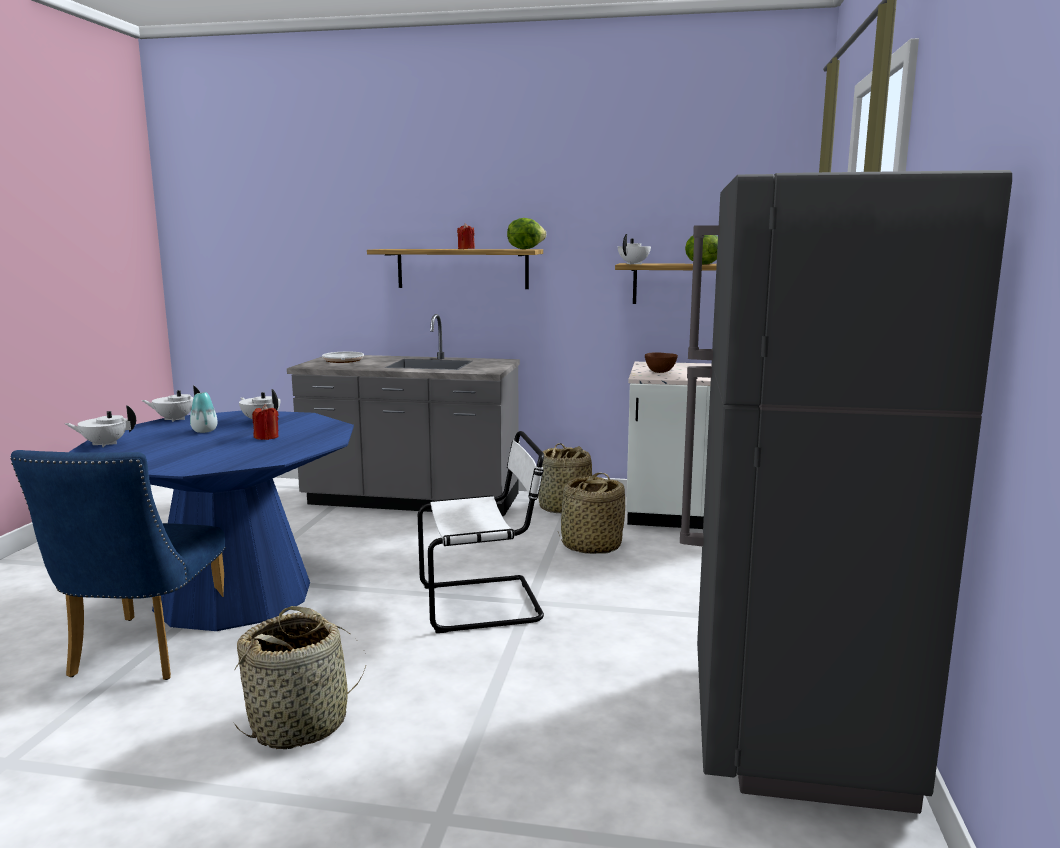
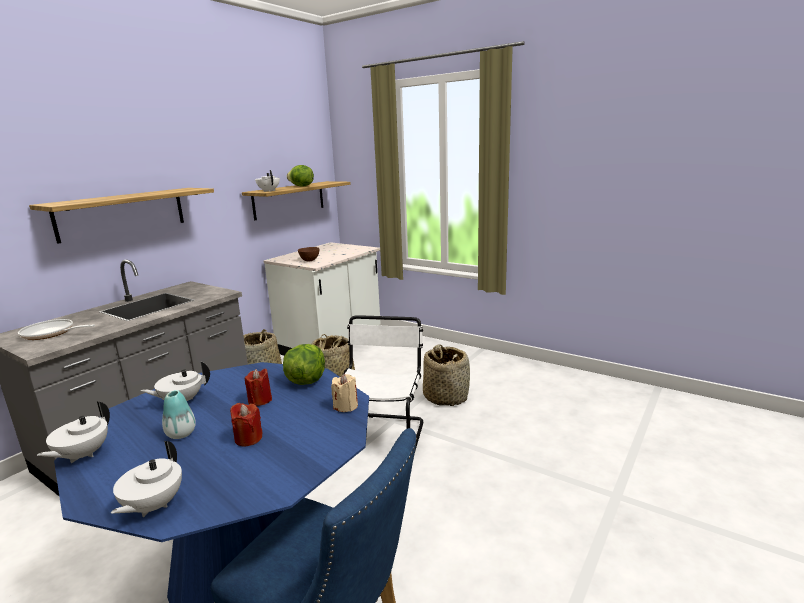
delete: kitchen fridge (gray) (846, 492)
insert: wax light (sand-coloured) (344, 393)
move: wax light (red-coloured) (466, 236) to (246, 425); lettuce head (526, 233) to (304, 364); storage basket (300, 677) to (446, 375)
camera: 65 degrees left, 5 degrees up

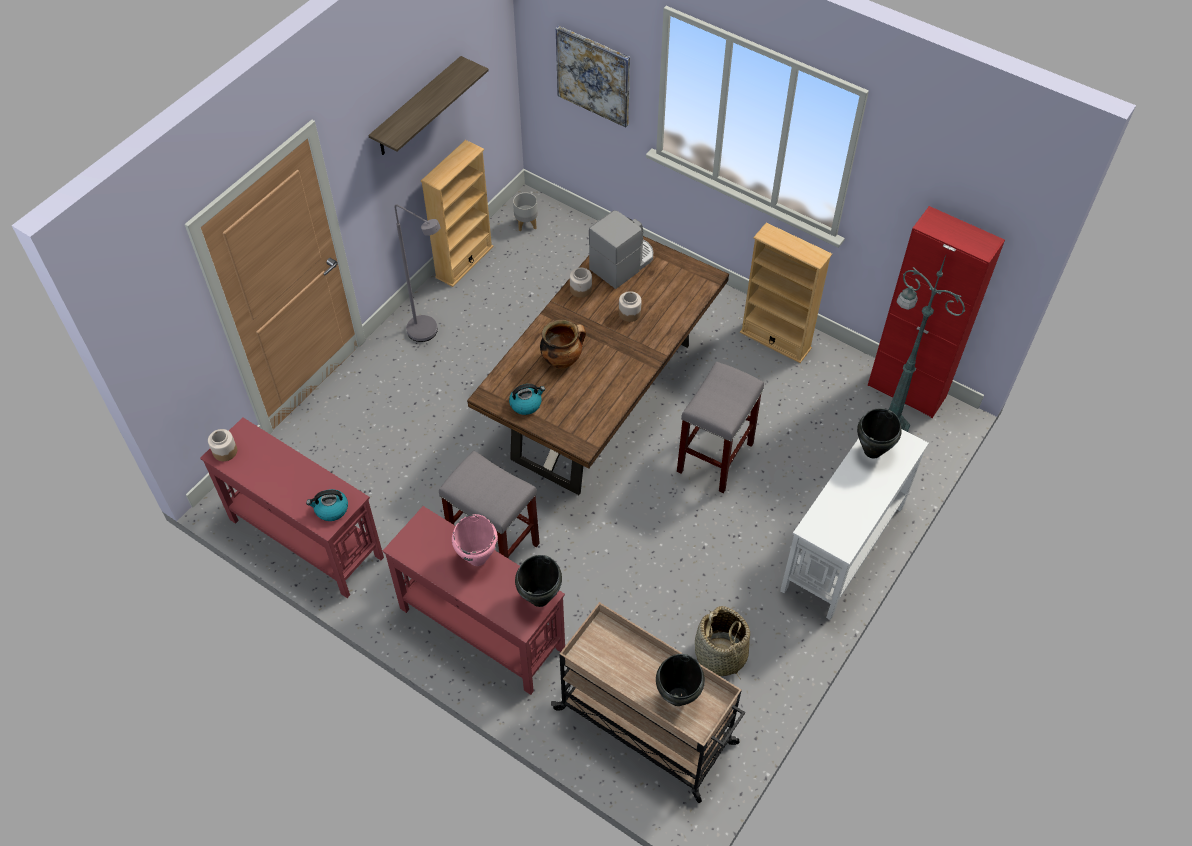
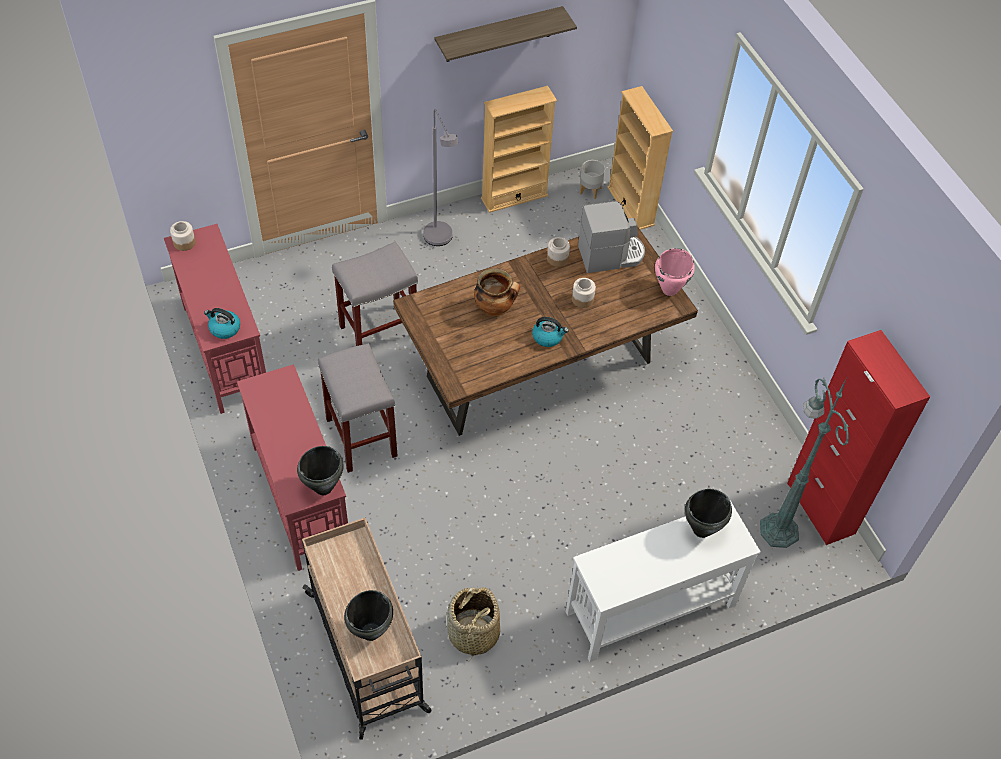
delete: picture (593, 76)
move: sitting stool (gray) (720, 427) to (375, 294); tea kettle (527, 399) to (550, 332); bookcase (sand-coloured) (786, 293) to (640, 158); stockpot (pink) (475, 540) to (675, 272)
camera: 30 degrees right, 0 degrees up

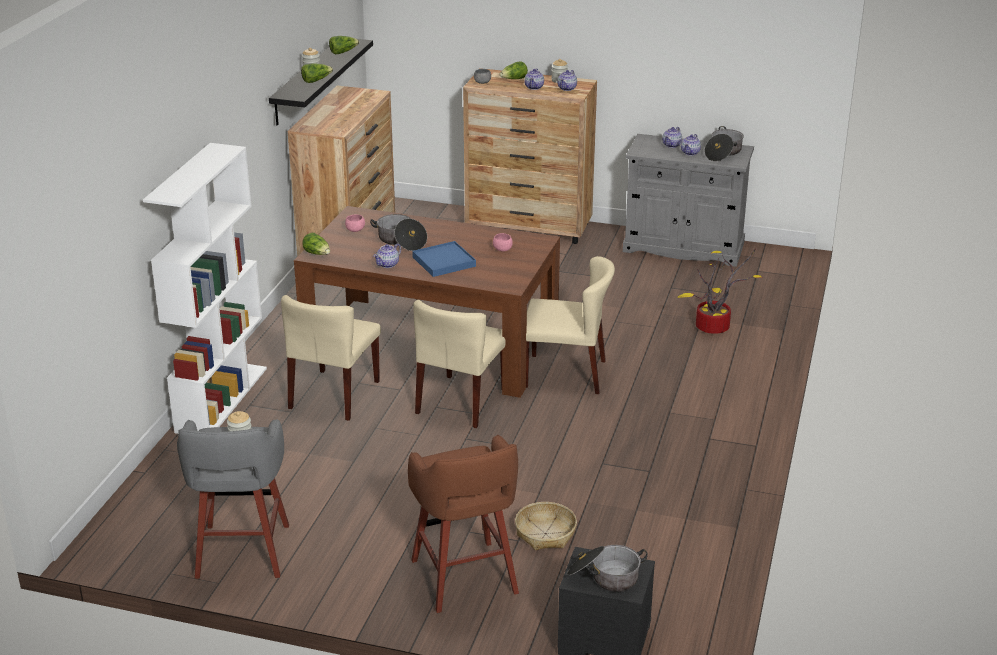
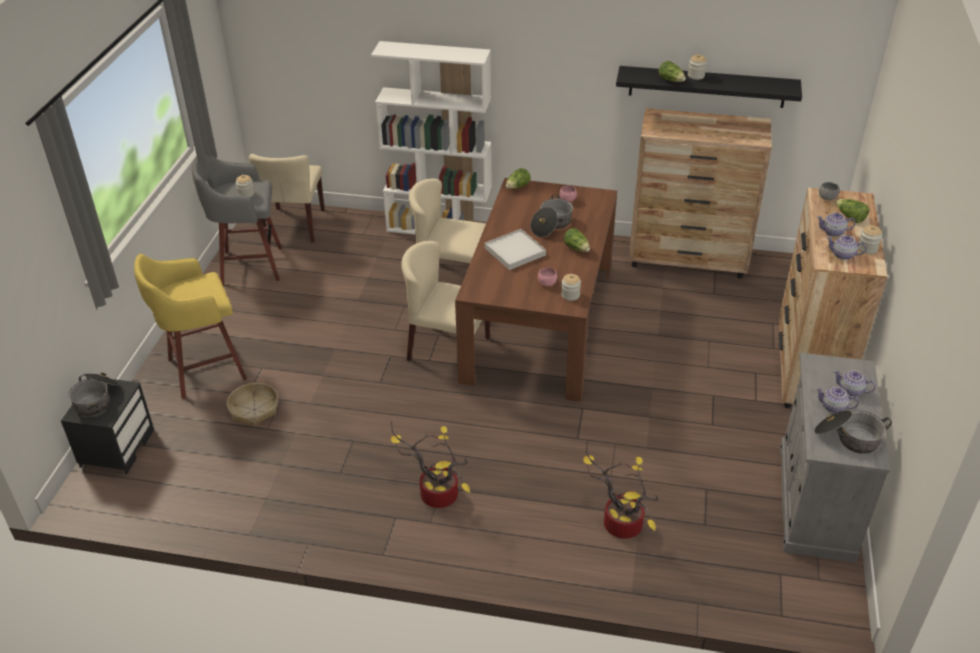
delete: pot for tea (387, 255)
insert: houseplant (430, 464); jar (571, 287)
move: plain chair (sand-coloured) (570, 325) to (287, 198); lettuce head (344, 45) to (577, 240)
recolor: sitting stool (brown) (463, 524) to sitting stool (yellow-coloured) (190, 326); carrying tray (bluish) (444, 259) to carrying tray (white-coloured) (515, 249)
camera: 85 degrees right, 10 degrees up

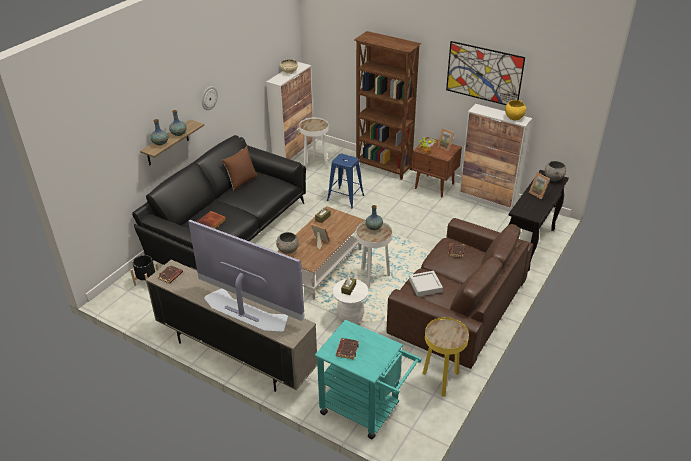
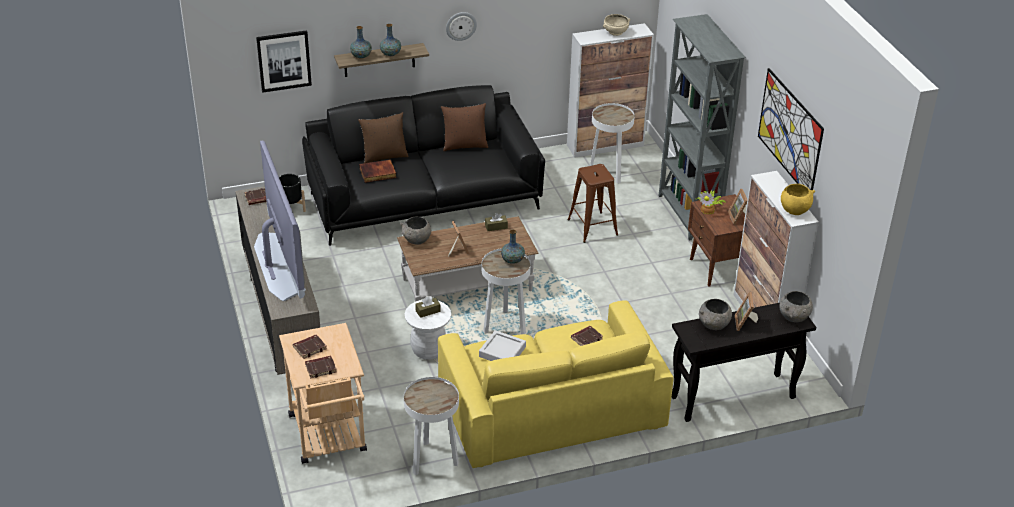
insert: picture (284, 61); volume (brown) (321, 367); cushion (brown) (383, 137); serving bowl (gray) (715, 314)
recolor: trolley (blue-green) (368, 379) to trolley (sand-coloured) (323, 393); accent table (yellow-coloured) (445, 356) to accent table (white-coloured) (431, 426); settee (brown) (459, 293) to settee (yellow-coloured) (556, 384); sitting stool (bluish) (345, 181) to sitting stool (brown) (592, 203); bookcase (brown) (388, 105) to bookcase (gray) (702, 127)
camera: 40 degrees right, 0 degrees up

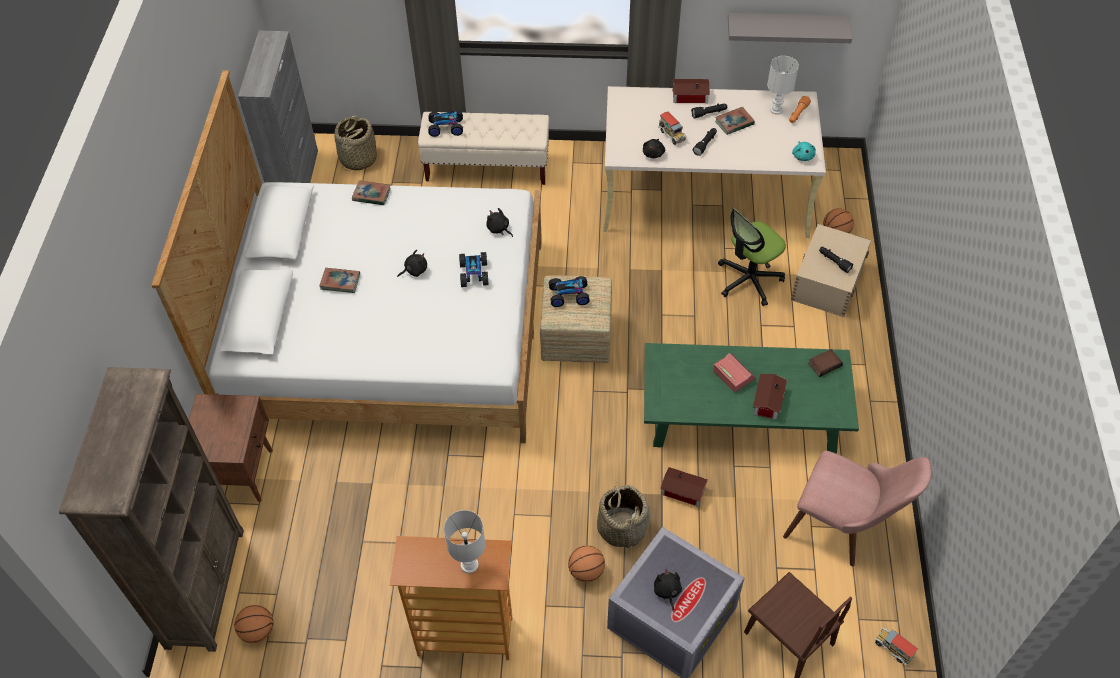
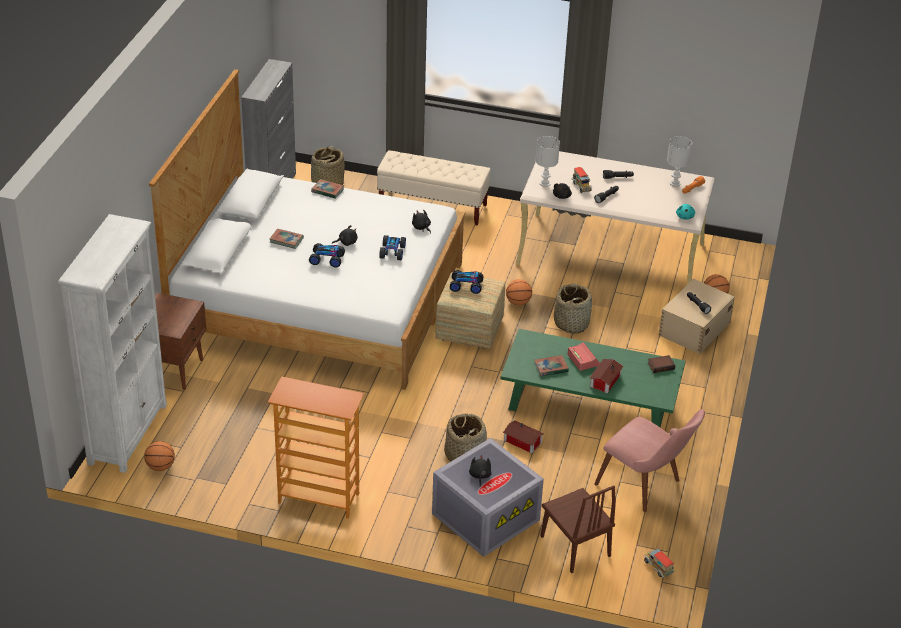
delete: miniature house (691, 91); office chair (752, 256); wall shelf (gray) (790, 28)
insert: storage basket (573, 309)
move: miniature car (445, 124) to (327, 255); ball for basketball (586, 563) to (519, 292); volume (735, 121) to (551, 365); table lamp (white-coloured) (464, 541) to (548, 161)
recolor: bookcase (brown) (151, 509) to bookcase (white-coloured) (112, 343)
camera: 10 degrees right, 15 degrees down

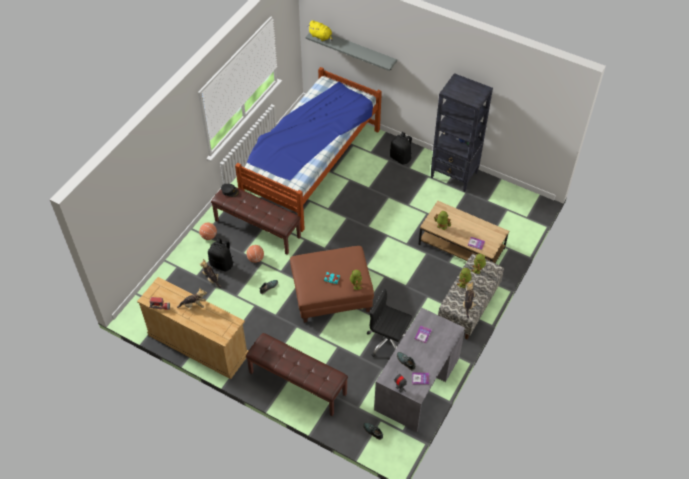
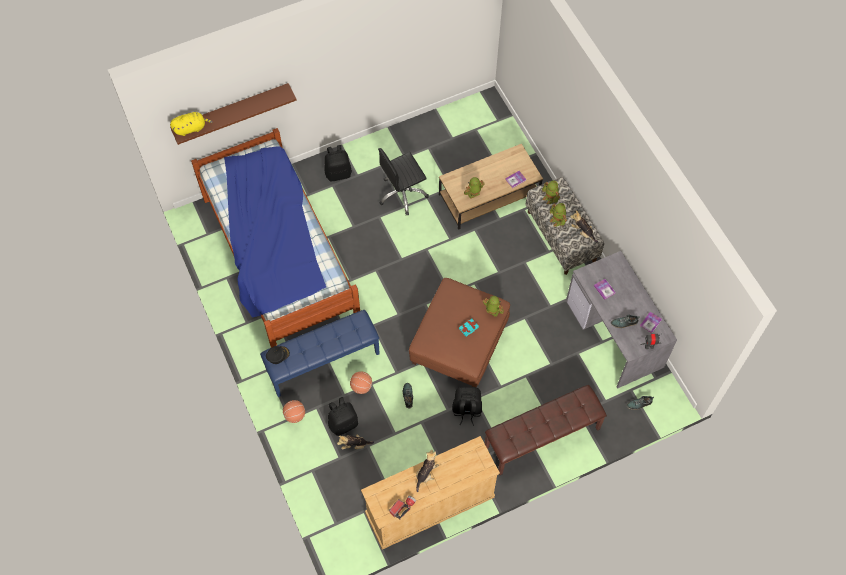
delete: bookcase (black) (462, 132)
insert: rucksack (black) (467, 406)
move: office chair (black) (389, 322) to (403, 181)
recolor: wall shelf (gray) (351, 52) to wall shelf (brown) (233, 114); long seat (brown) (256, 220) to long seat (bluish) (320, 353)
camera: 55 degrees left, 10 degrees up

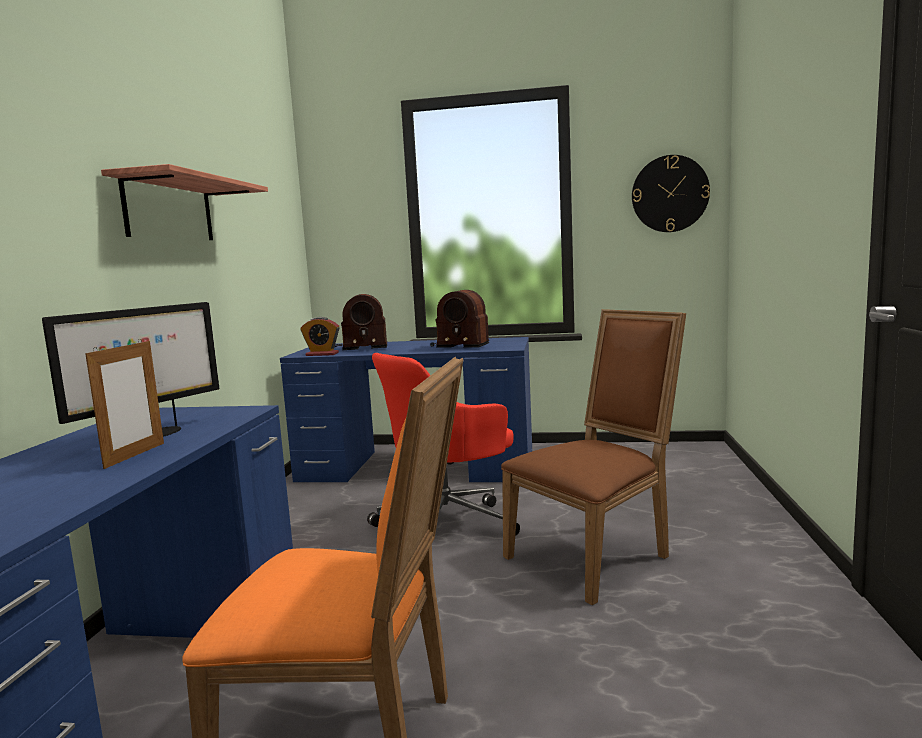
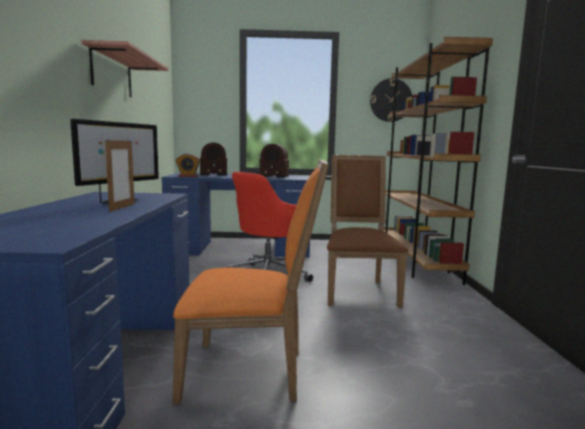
insert: bookcase (brown) (438, 161)
rotate: plain chair (brown) (593, 457) = (367, 231) 45 degrees counterclockwise
camera: 10 degrees left, 0 degrees up

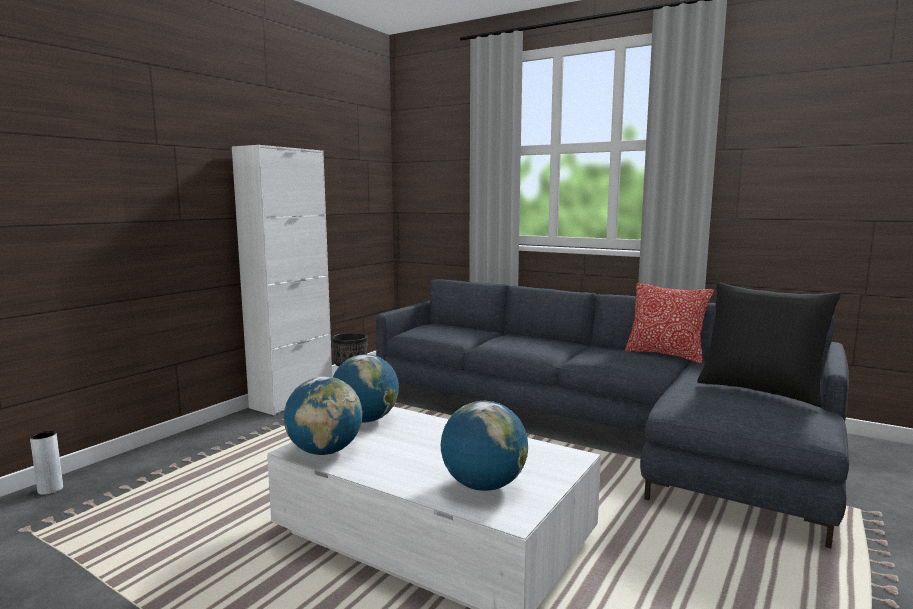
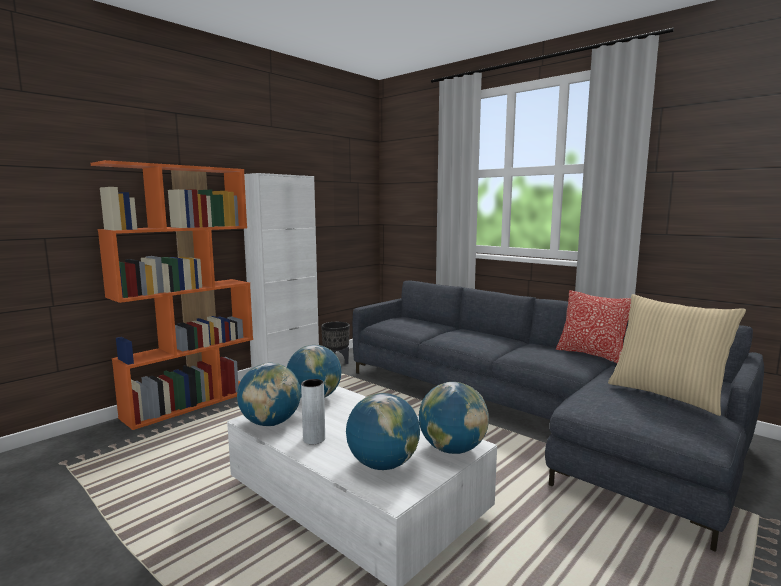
insert: bookcase (orange) (172, 295); globe (454, 418)
move: vase (gray) (46, 463) to (313, 411)
recolor: cushion (black) (769, 344) to cushion (sand-coloured) (677, 355)
camera: 10 degrees right, 0 degrees up

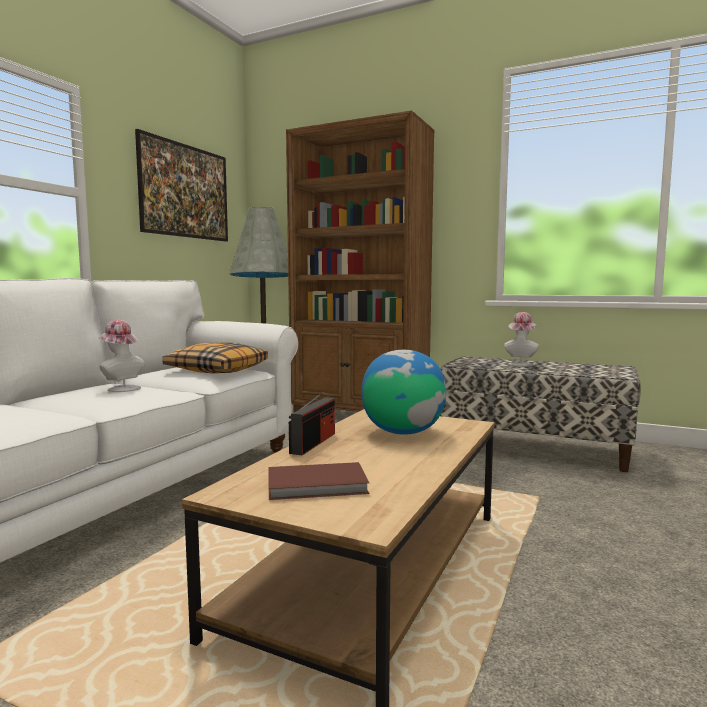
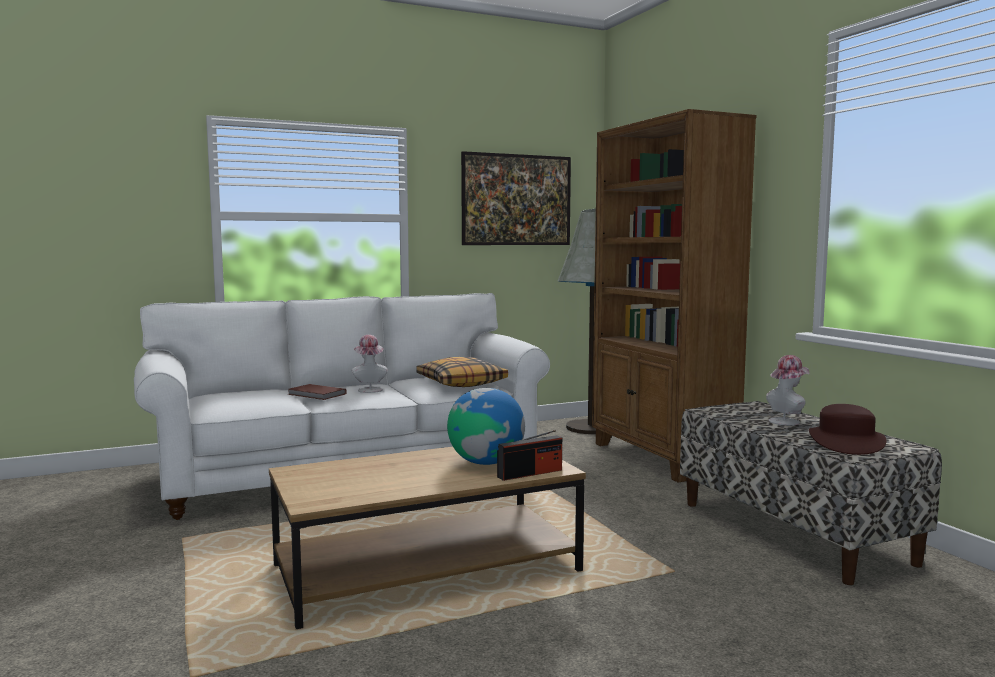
insert: clothing hat (brown) (847, 429)
move: volume (brown) (319, 481) to (317, 392); radio receiver (312, 424) to (529, 455)
camera: 40 degrees right, 0 degrees up

